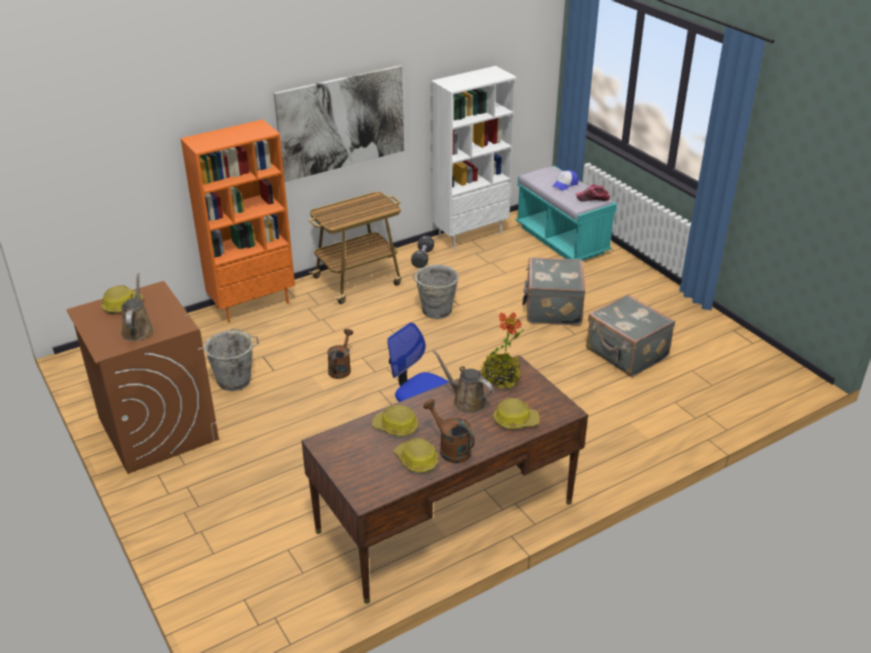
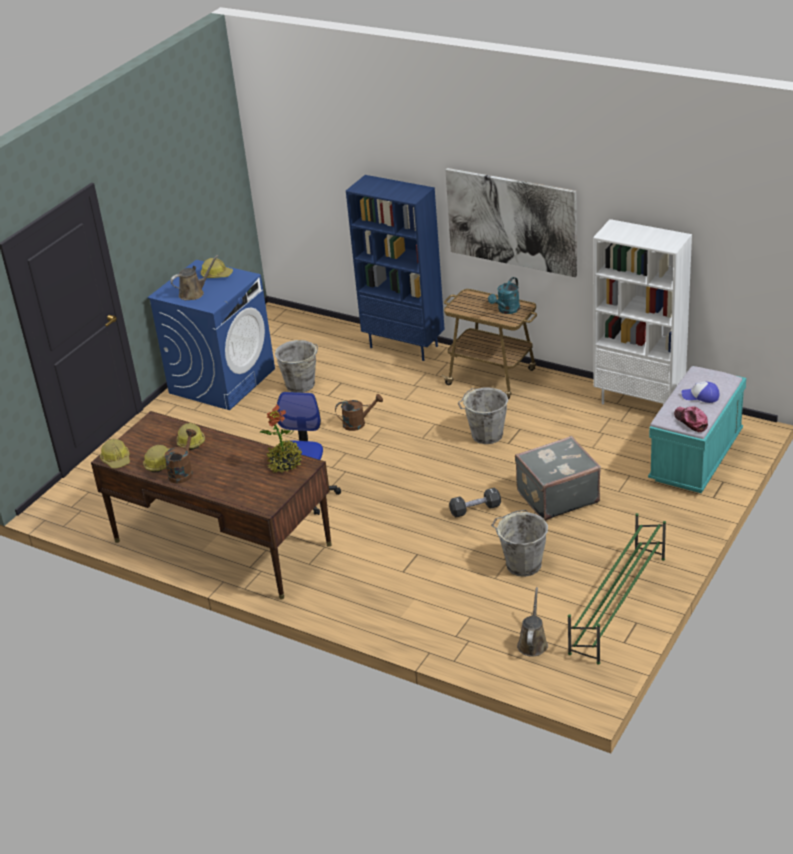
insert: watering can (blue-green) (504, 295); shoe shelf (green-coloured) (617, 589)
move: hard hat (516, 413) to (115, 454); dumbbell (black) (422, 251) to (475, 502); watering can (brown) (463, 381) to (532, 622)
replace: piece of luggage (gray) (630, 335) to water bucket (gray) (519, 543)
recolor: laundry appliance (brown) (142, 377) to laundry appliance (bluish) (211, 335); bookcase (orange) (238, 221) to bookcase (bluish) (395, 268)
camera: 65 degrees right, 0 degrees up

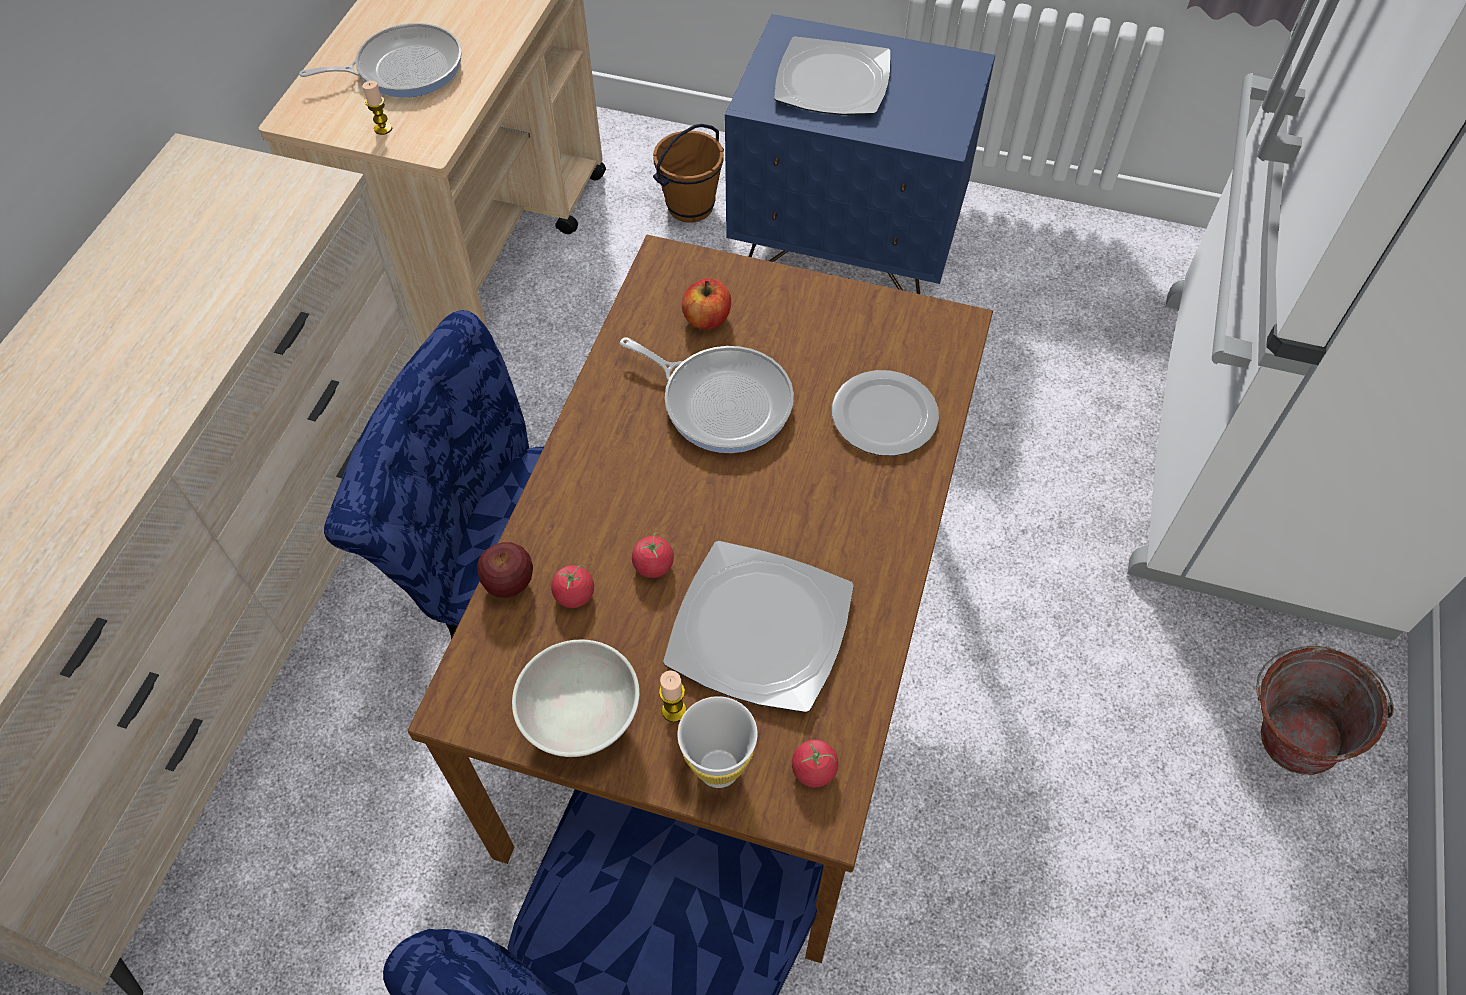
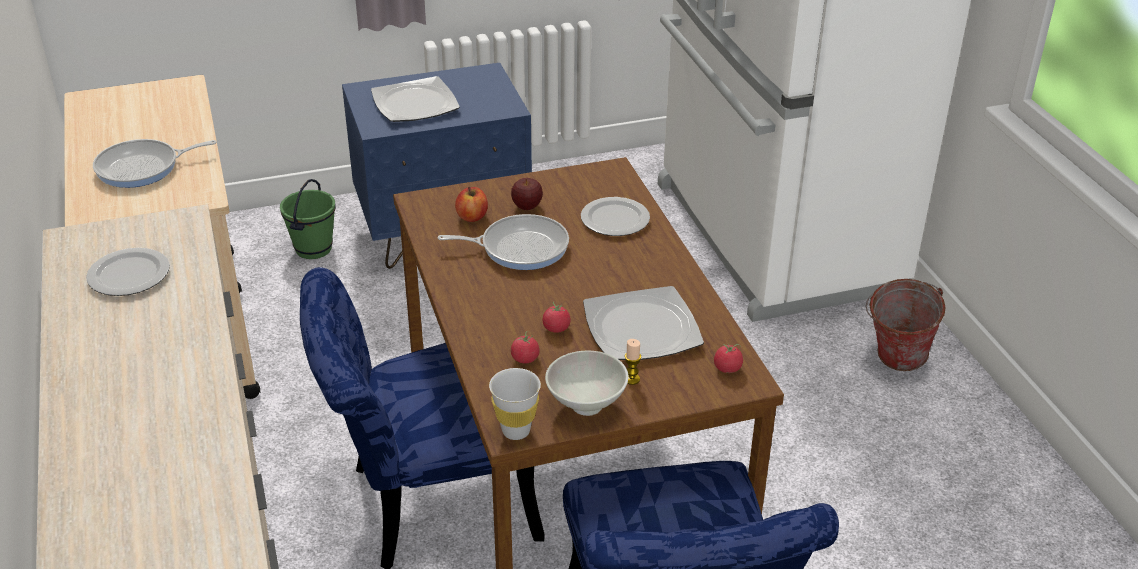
delete: wax light (377, 108)
insert: plate (128, 272)
move: cup (white-coloured) (717, 742) to (515, 404); whole apple (505, 570) to (527, 194)
recolor: water bucket (brown) (688, 173) to water bucket (green-coloured) (307, 219)
rotate: frying pan (380, 60) = (155, 163) 150 degrees counterclockwise
camera: 35 degrees left, 20 degrees down

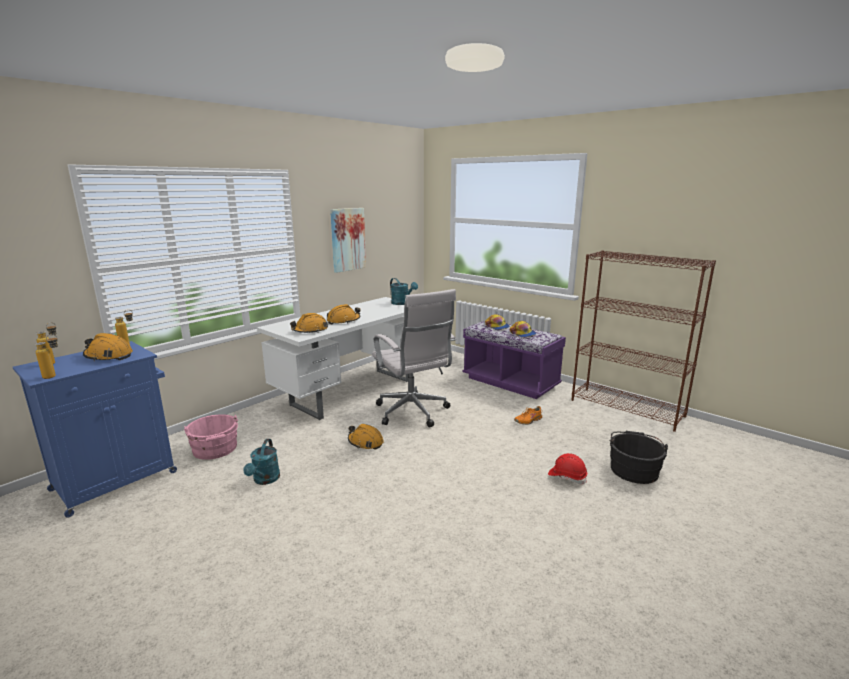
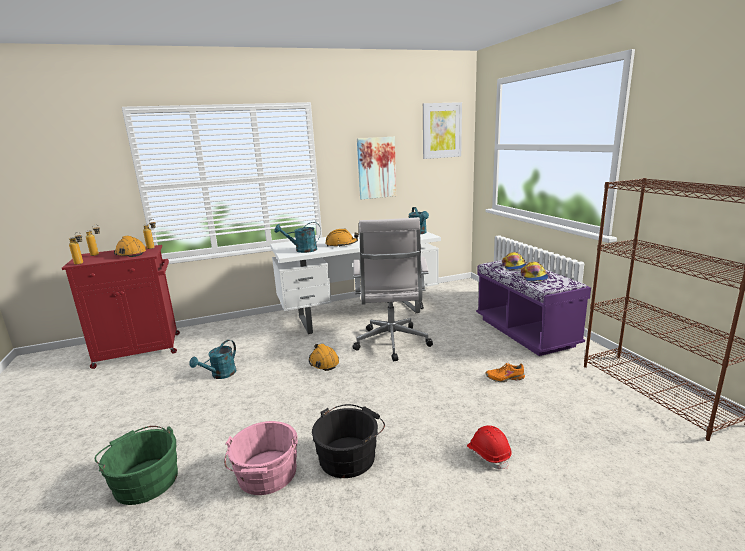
insert: water bucket (green-coloured) (136, 465); picture (442, 130)
move: water bucket (pink) (211, 437) to (261, 458); water bucket (black) (638, 457) to (348, 441)
replace: hard hat (orange) (309, 323) to watering can (blue-green) (297, 237)
recolor: storage cabinet (bluish) (95, 429) to storage cabinet (red-coloured) (121, 307)
camera: 30 degrees right, 0 degrees up

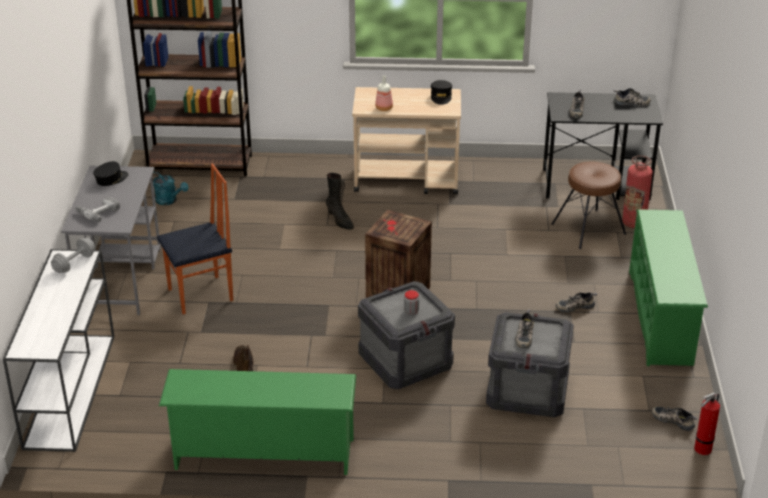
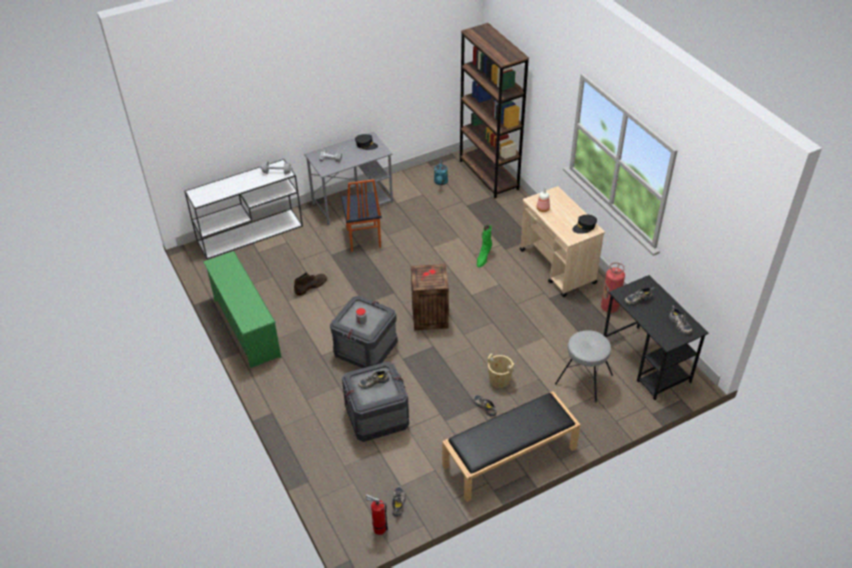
insert: water bucket (sand-coloured) (500, 370)
move: fire-fighting cylinder (637, 191) to (613, 287)
replace: shoe shelf (green-coloured) (668, 287) to long seat (black) (511, 446)
recolor: high-top boot (black) (340, 201) to high-top boot (green-coloured) (484, 246); sitting stool (brown) (589, 205) to sitting stool (gray) (584, 366)
rotate: plain chair (195, 239) = (361, 215) 45 degrees clockwise
camera: 60 degrees right, 10 degrees up

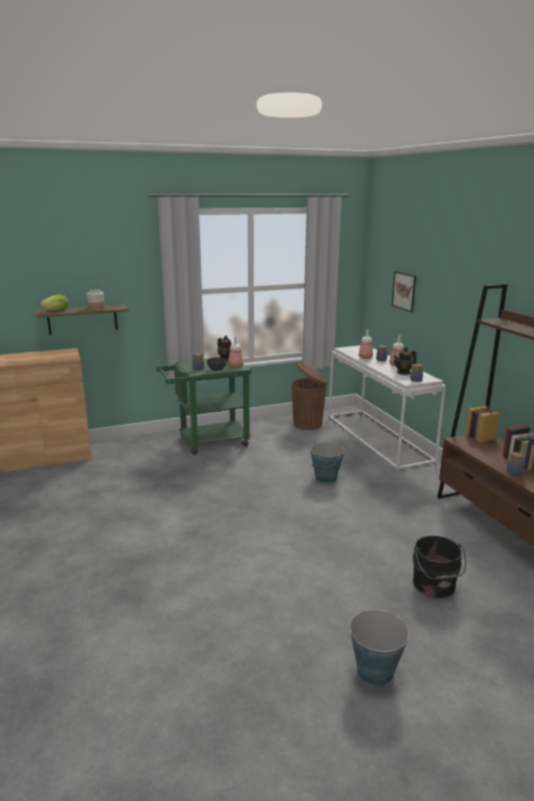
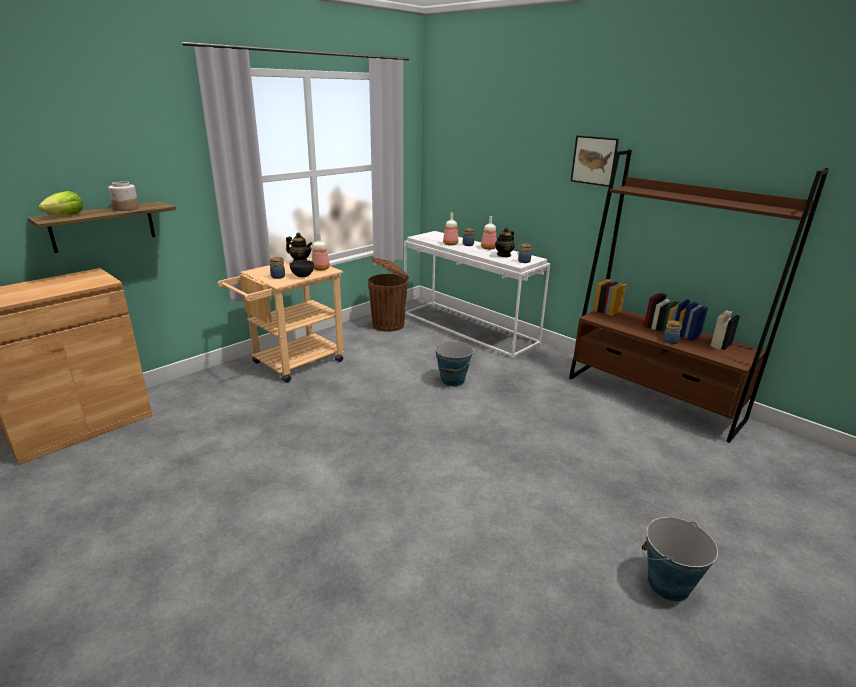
delete: water bucket (black) (439, 567)
move: picture (404, 291) to (595, 161)
recolor: trolley (green-coloured) (204, 406) to trolley (sand-coloured) (281, 320)
camera: 25 degrees left, 5 degrees up

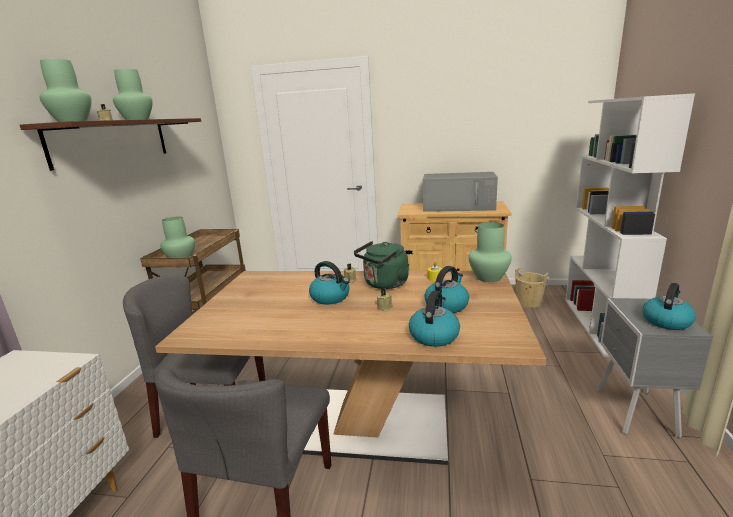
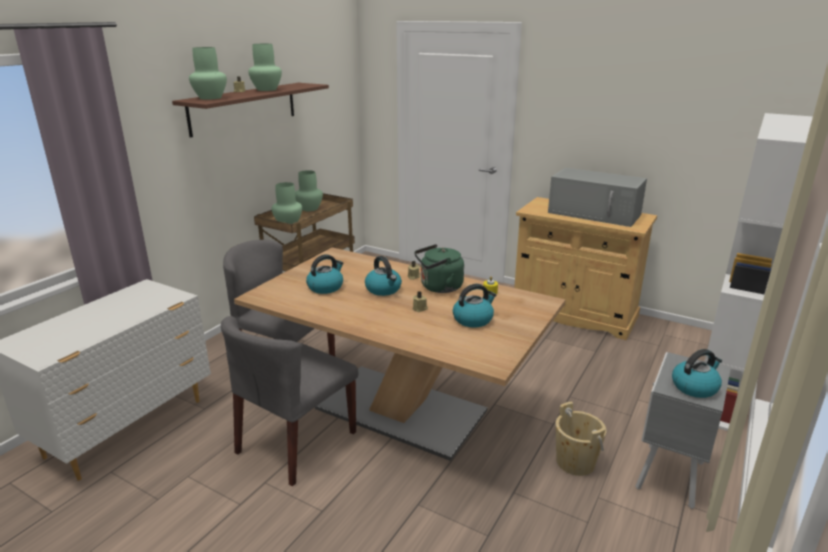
move: vase (green-coloured) (490, 252) to (309, 190); tea kettle (434, 318) to (325, 274); water bucket (sand-coloured) (532, 287) to (581, 438)
camera: 20 degrees right, 5 degrees up

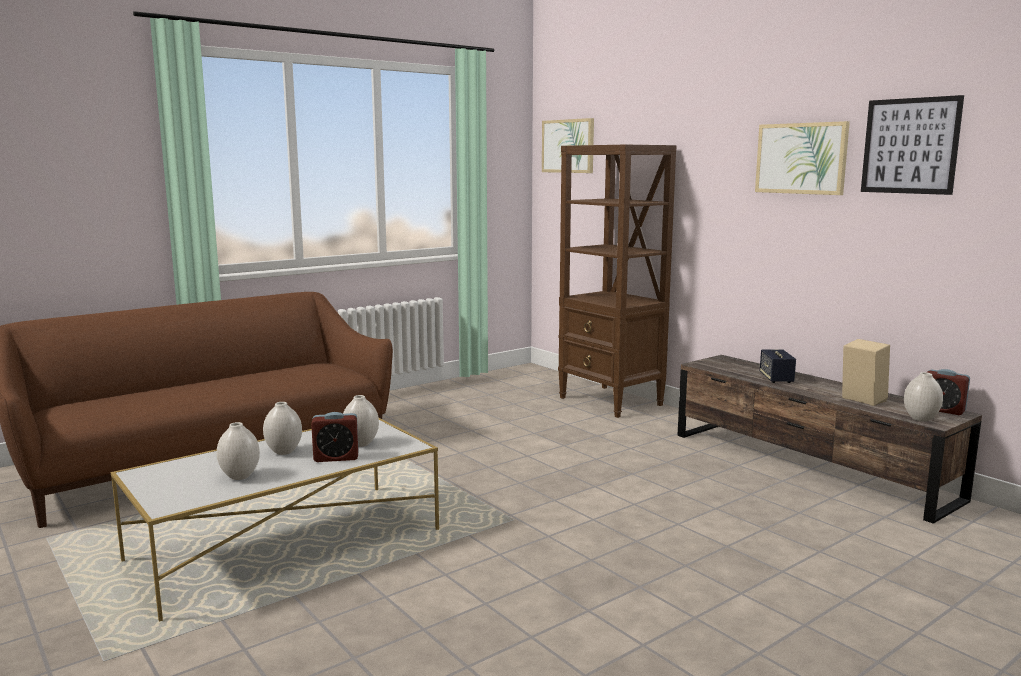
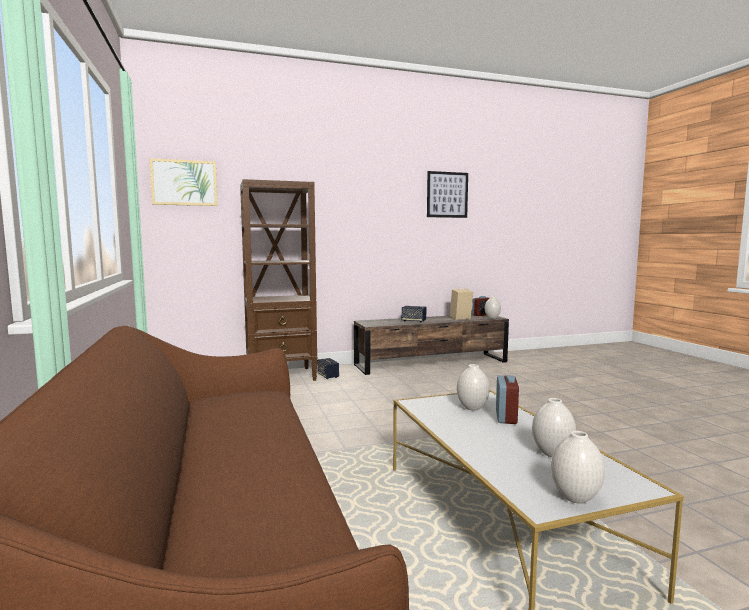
delete: picture (802, 158)
insert: speaker (328, 368)
move: vase (white-coloured) (282, 428) to (578, 467)
camera: 70 degrees left, 5 degrees down

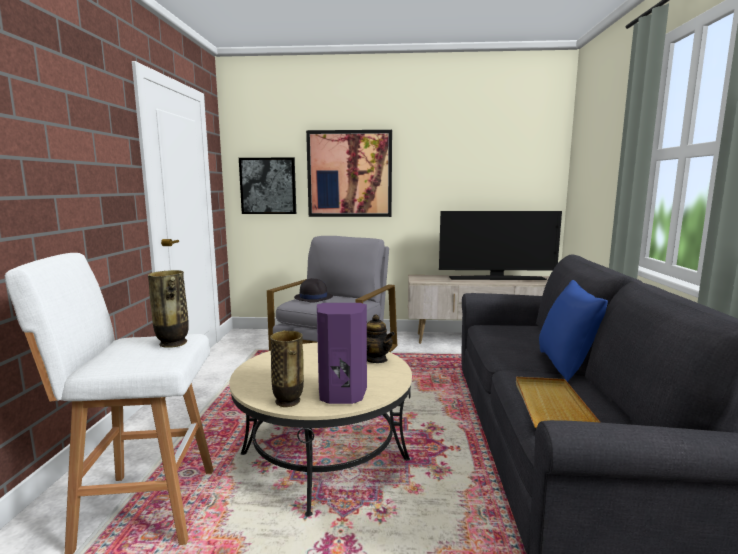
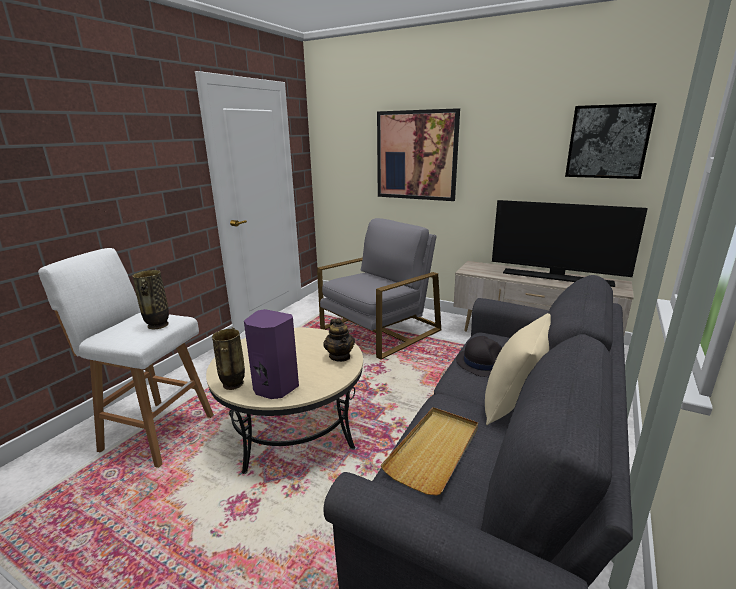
move: clothing hat (black) (313, 290) to (479, 356); picture (267, 185) to (611, 141)
recolor: cushion (bluish) (573, 331) to cushion (sand-coloured) (518, 369)
camera: 25 degrees right, 10 degrees up

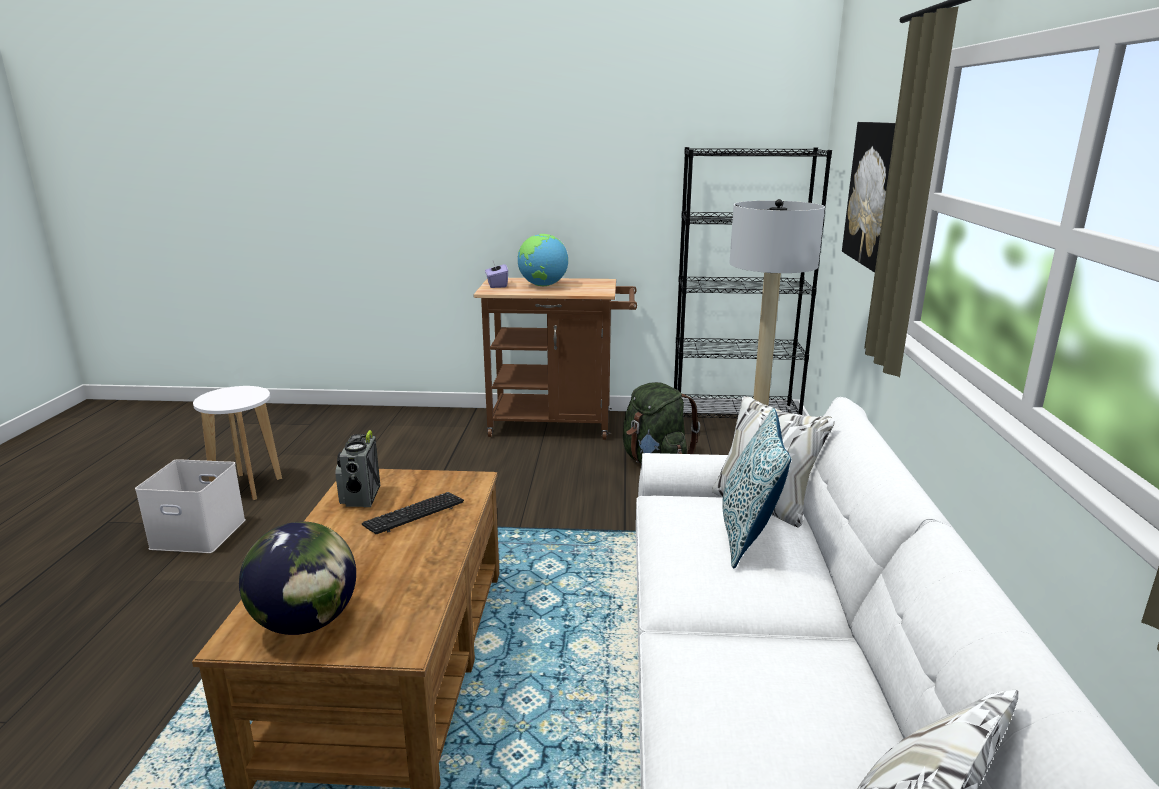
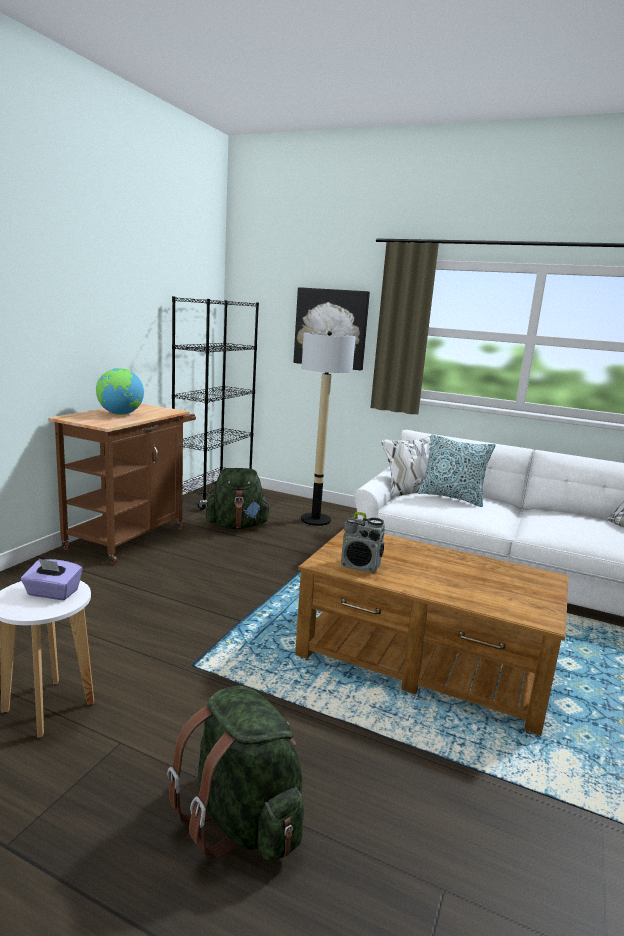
delete: storage container (white-coloured) (190, 506); globe (297, 578); computer keyboard (413, 513)
insert: rucksack (green-coloured) (235, 774)
move: box of tissues (purple) (496, 274) to (51, 579)
camera: 70 degrees left, 5 degrees down

